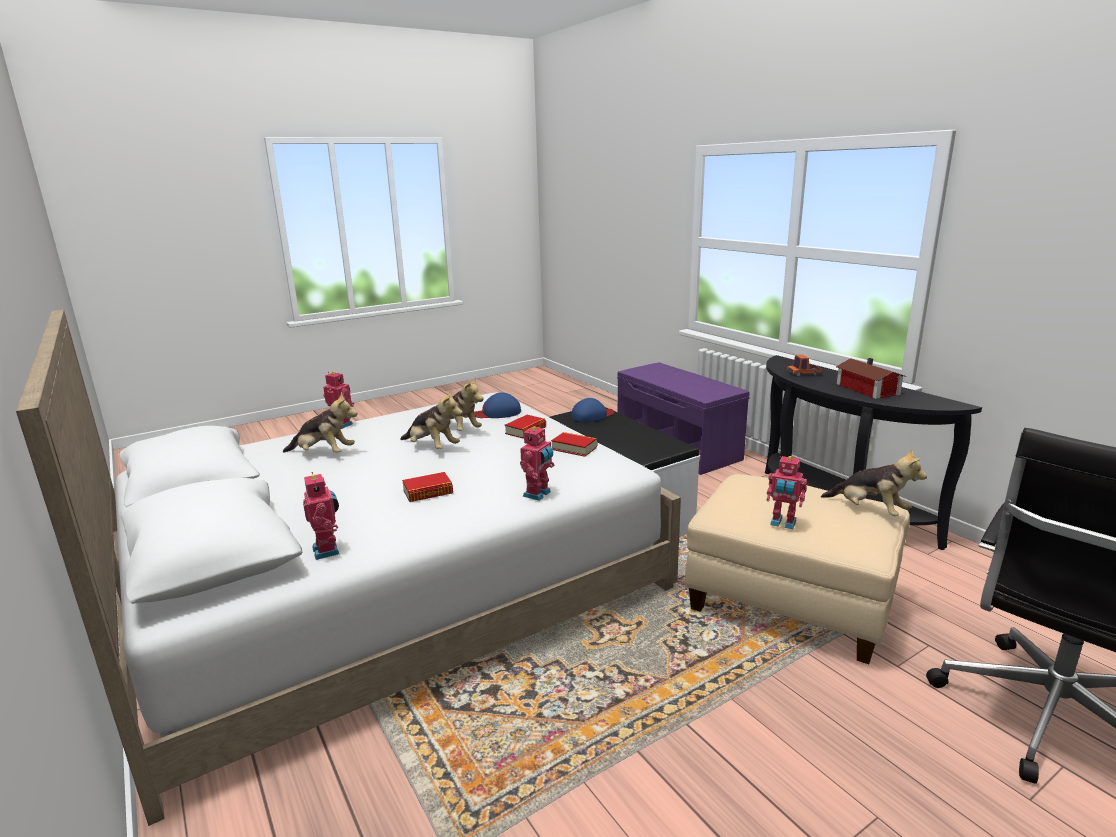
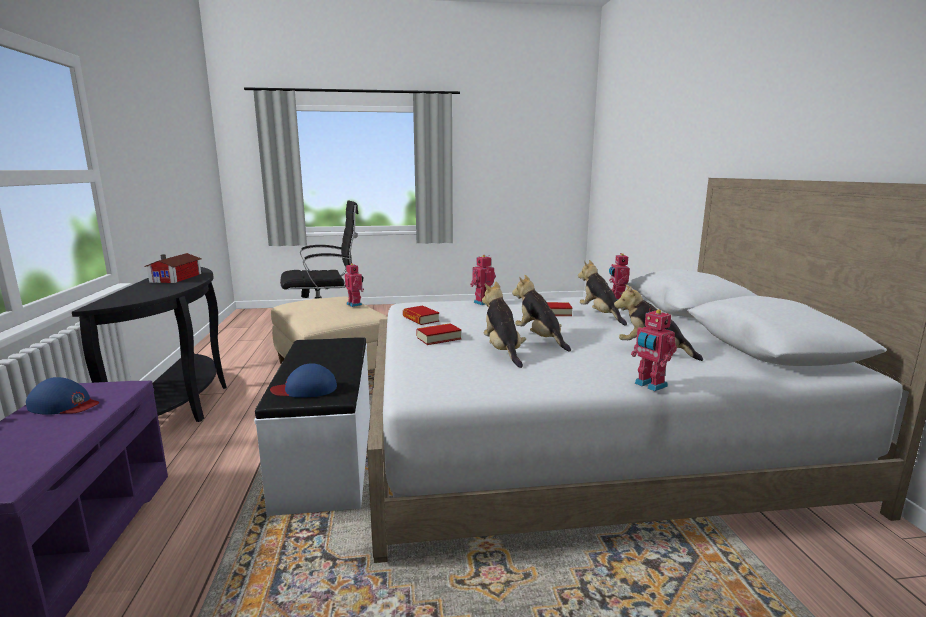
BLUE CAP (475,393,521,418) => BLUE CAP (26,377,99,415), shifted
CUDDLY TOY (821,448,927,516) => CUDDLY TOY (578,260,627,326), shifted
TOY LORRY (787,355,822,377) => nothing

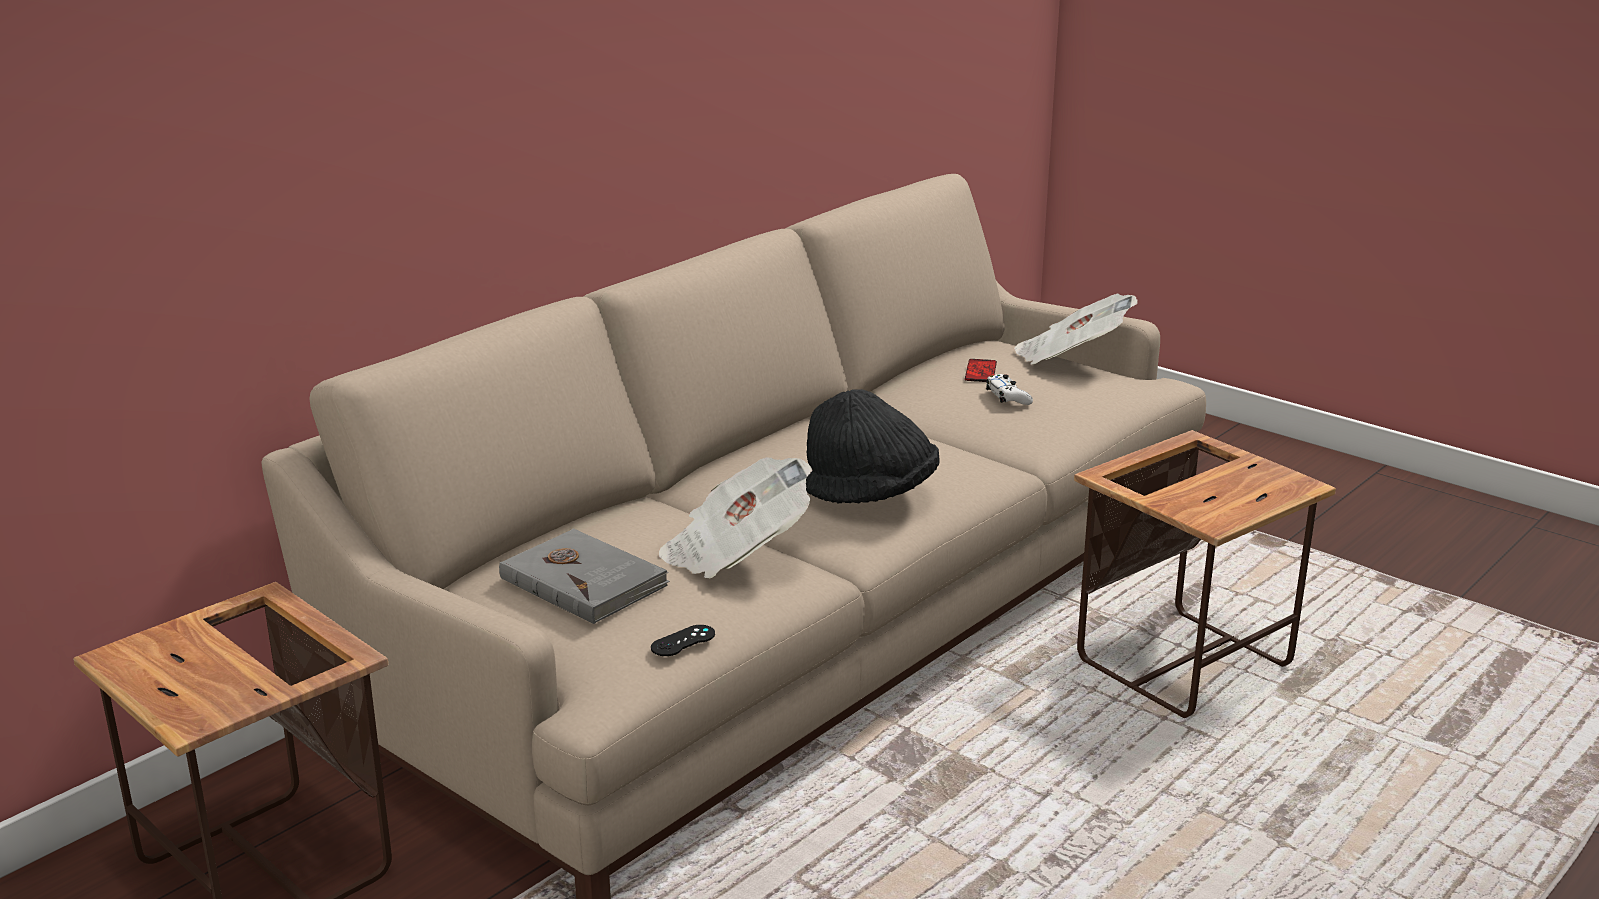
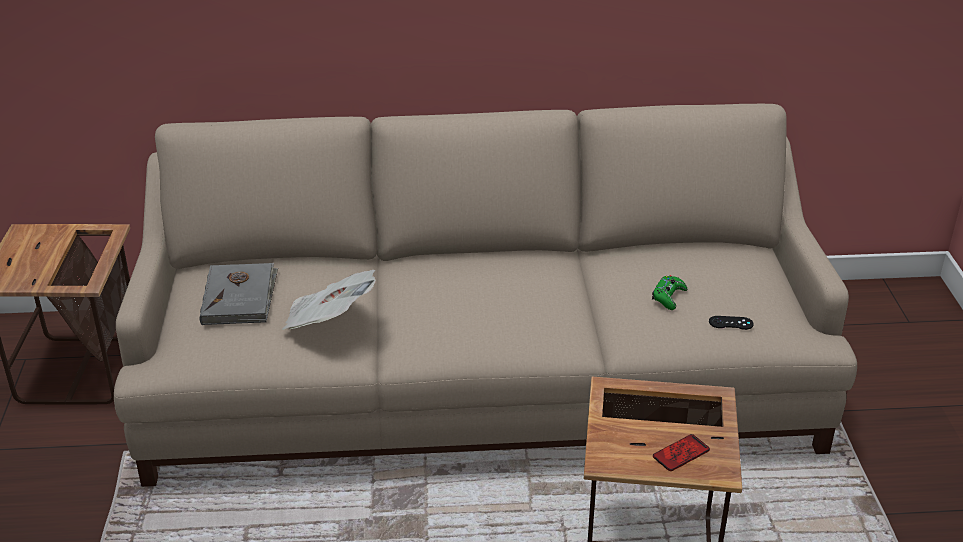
WHITE-COLOURED JOYPAD (986,374,1033,405) => GREENISH JOYPAD (652,275,687,310)
PHONE (965,359,997,382) => PHONE (653,434,710,471), shifted
BLACK JOYPAD (651,625,715,656) => BLACK JOYPAD (709,316,754,330), shifted
BLACK CLOTHING HAT (806,389,940,503) => nothing
PRINTED PAPER (1014,294,1138,365) => nothing

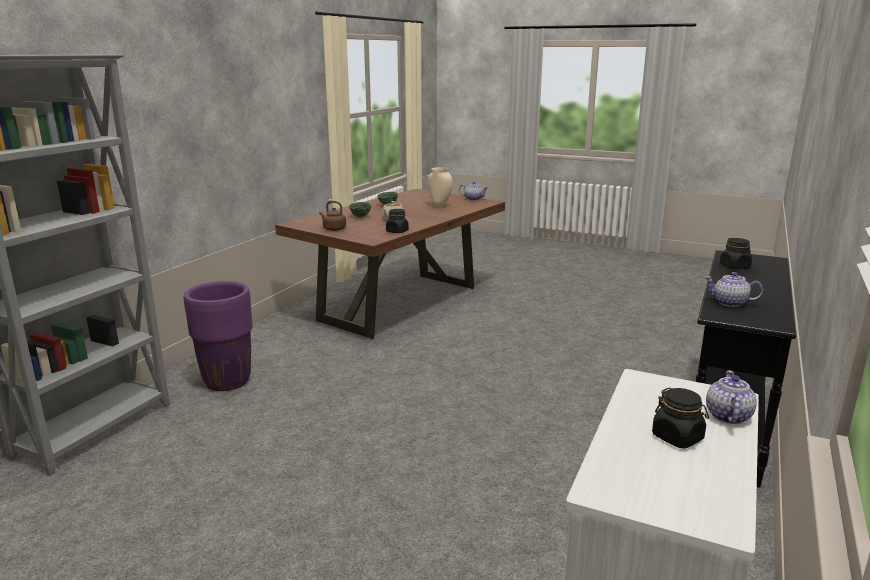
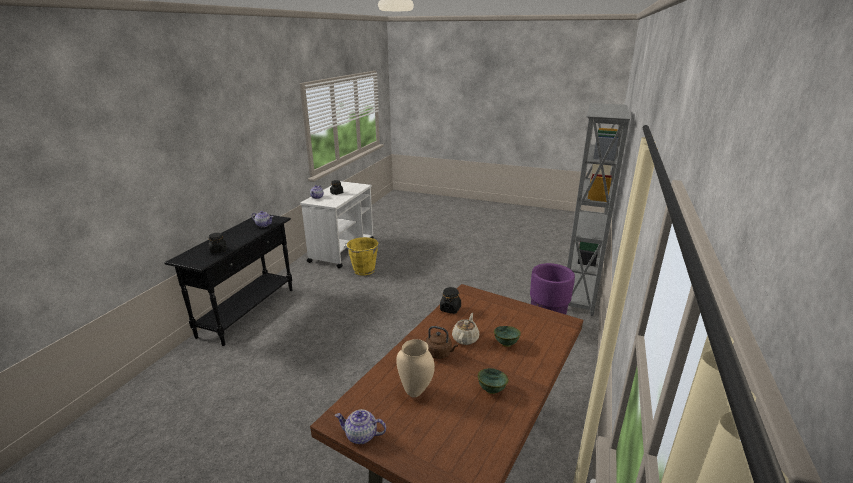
nothing => YELLOW PAIL (345,237,378,276)
BROWN KETTLE (319,201,346,231) => BROWN KETTLE (426,326,458,359), shifted

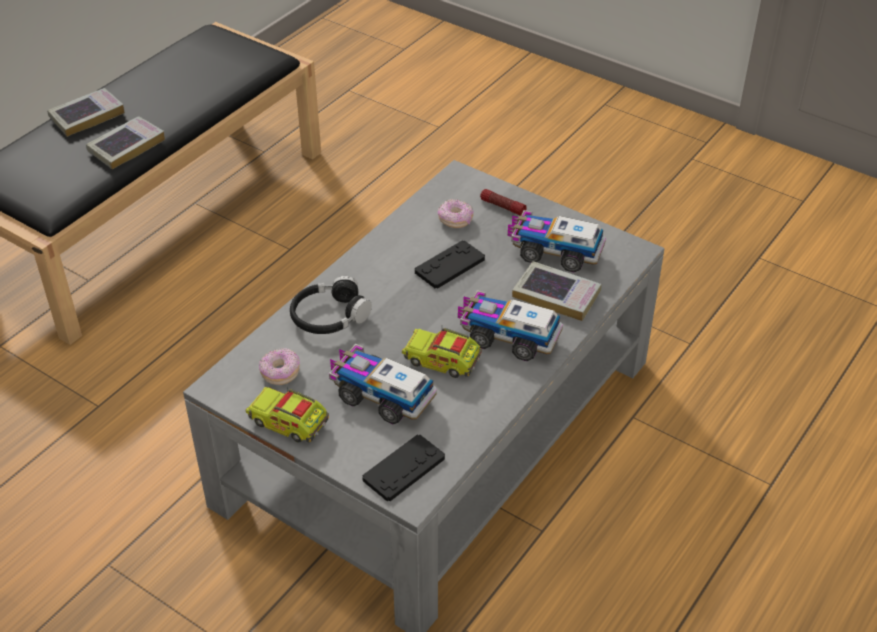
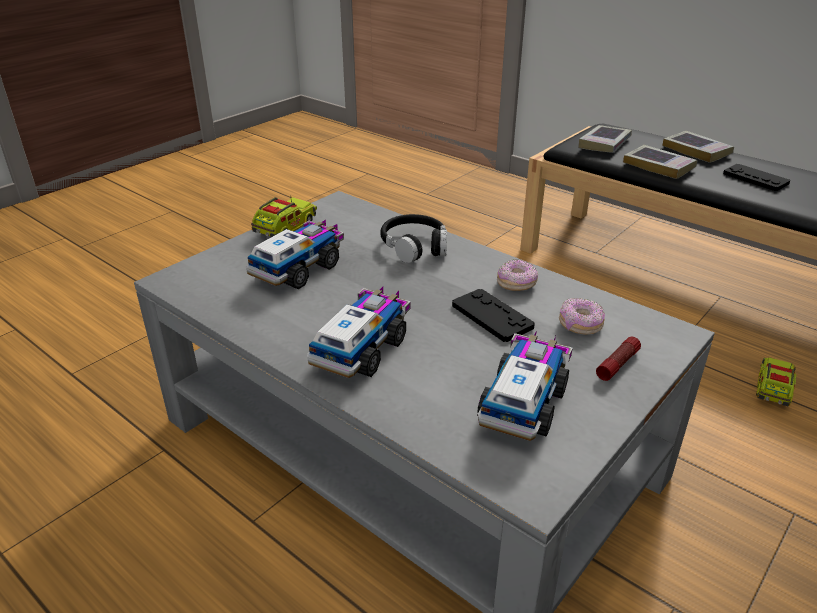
DOUGHNUT (259,348,300,385) => DOUGHNUT (497,259,538,291), shifted
VOLUME (512,261,602,321) => VOLUME (579,125,632,153), shifted
BLACK JOYPAD (362,435,445,501) => BLACK JOYPAD (723,164,790,191), shifted
TOY LORRY (402,328,482,378) => TOY LORRY (756,357,796,406), shifted

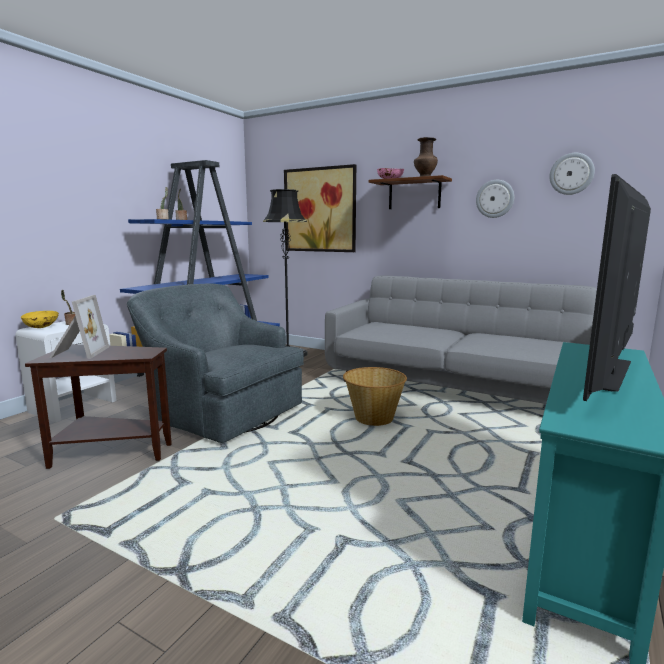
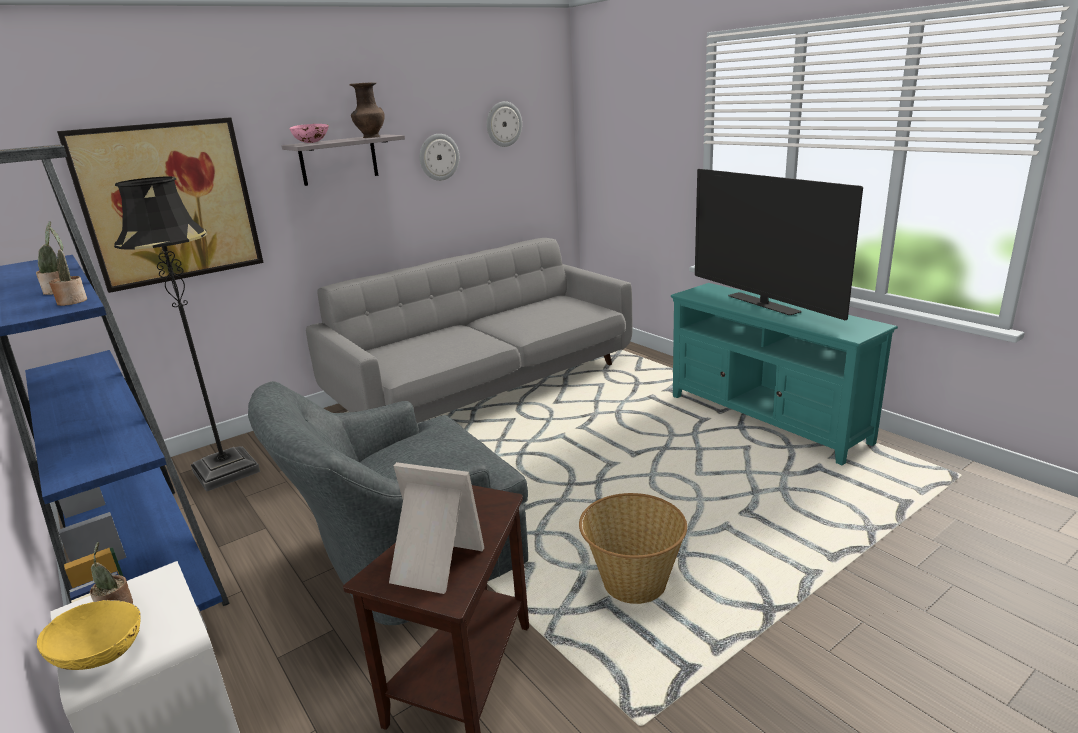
BROWN BRACKET SHELF (369,175,452,209) => GRAY BRACKET SHELF (281,134,405,186)
STORAGE BASKET (343,367,407,426) => STORAGE BASKET (579,493,687,604), shifted

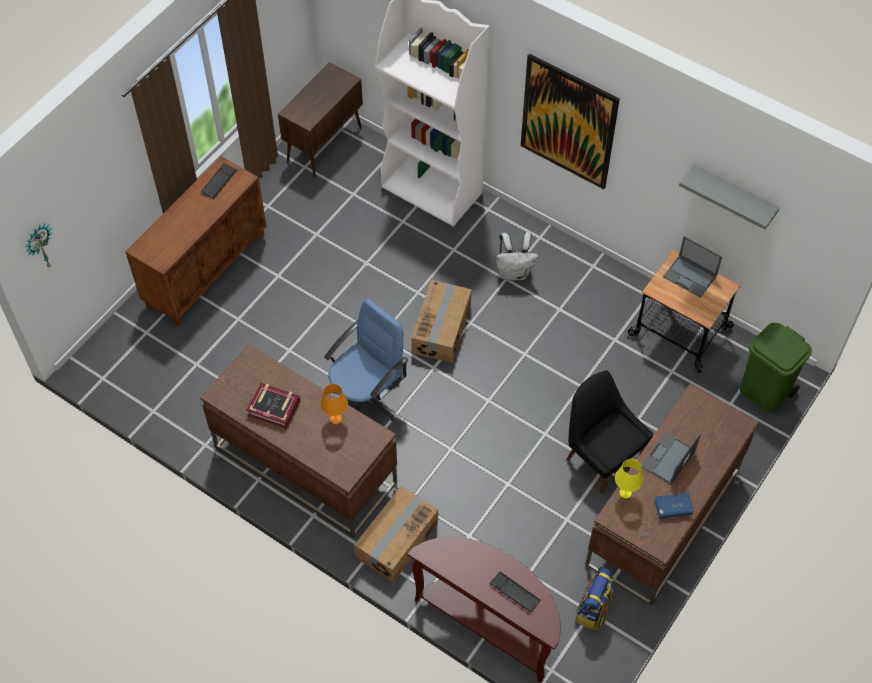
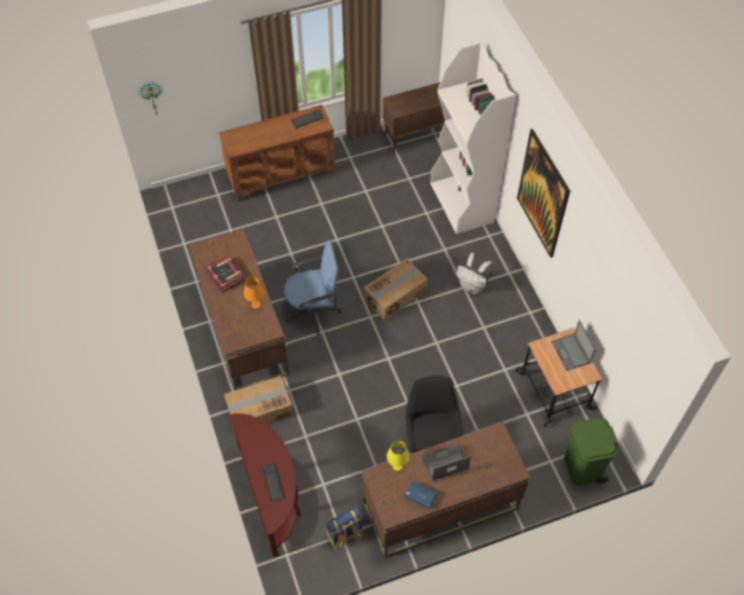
GRAY BRACKET SHELF (679,165,779,230) => nothing

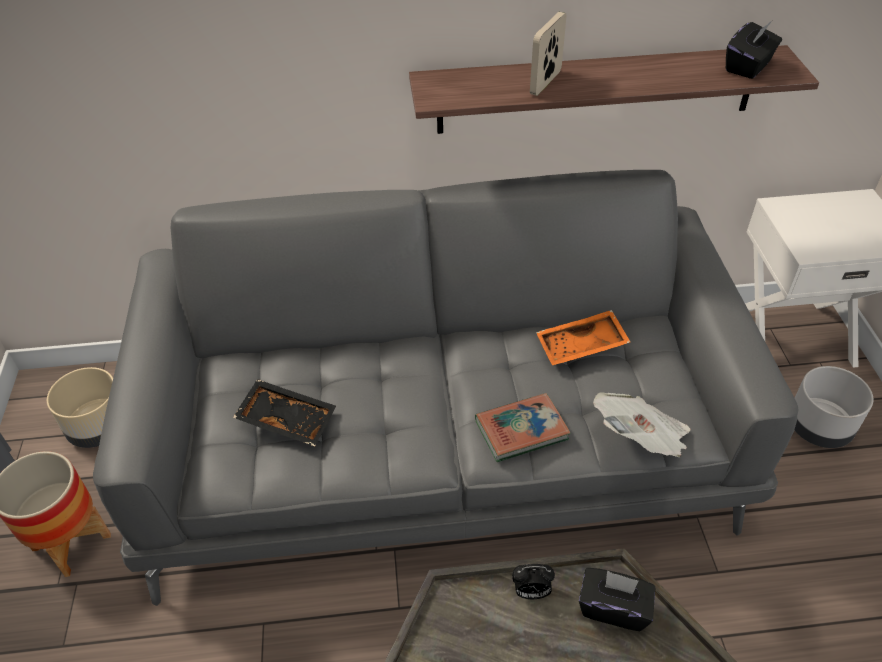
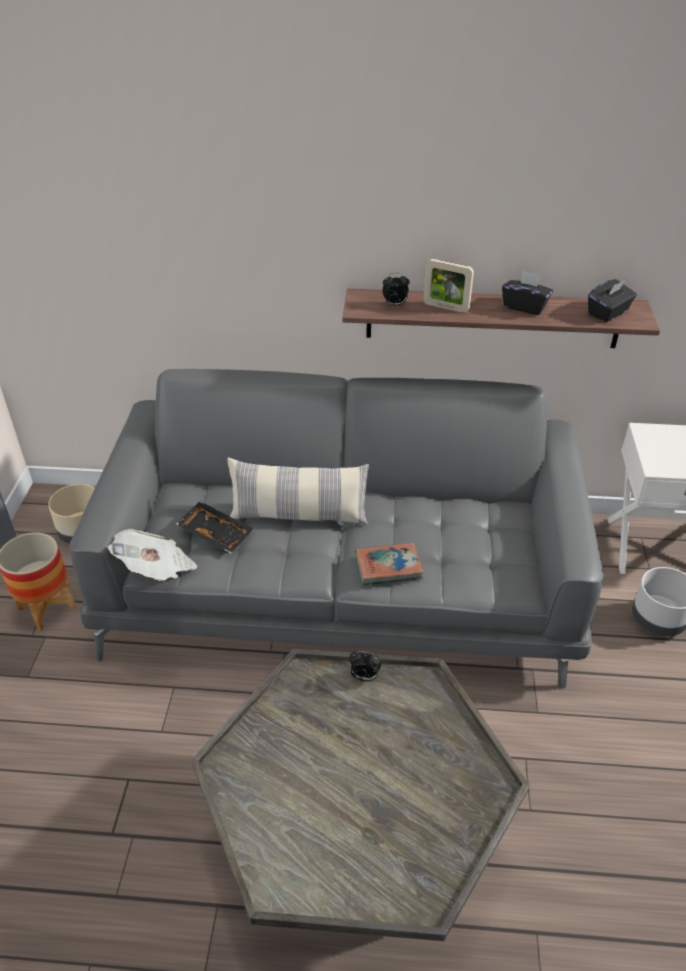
PRINTED PAPER (593,392,690,457) => PRINTED PAPER (107,529,198,581), shifted
nothing => CUSHION (227,457,369,525)
nothing => TABLE CLOCK (382,273,410,305)
PICTURE FRAME (530,12,567,96) => PICTURE FRAME (423,259,474,313), 105 degrees counterclockwise
BLACK BOX OF TISSUES (579,568,655,631) => BLACK BOX OF TISSUES (502,271,553,315), shifted
ORANGE-COLOURED TRAY (536,310,631,365) => nothing

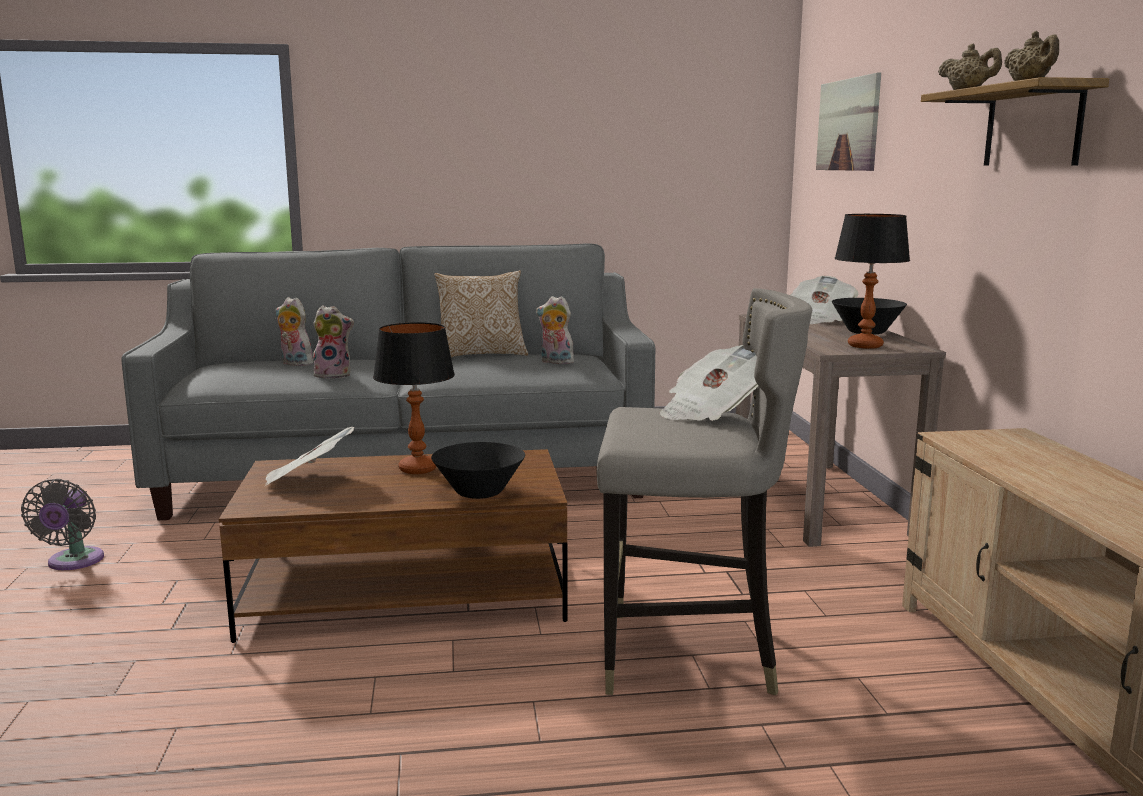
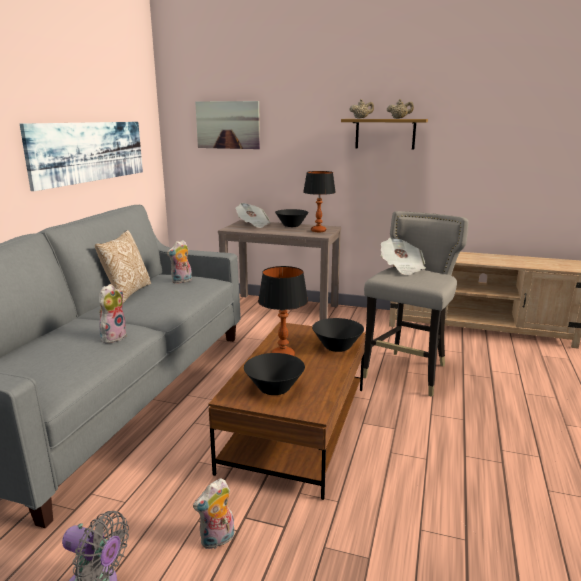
nothing => PICTURE (20,122,143,191)
CUDDLY TOY (275,297,313,366) => CUDDLY TOY (193,478,234,549), shifted
PRINTED PAPER (265,427,354,486) => BLACK BOWL (244,353,305,395)

